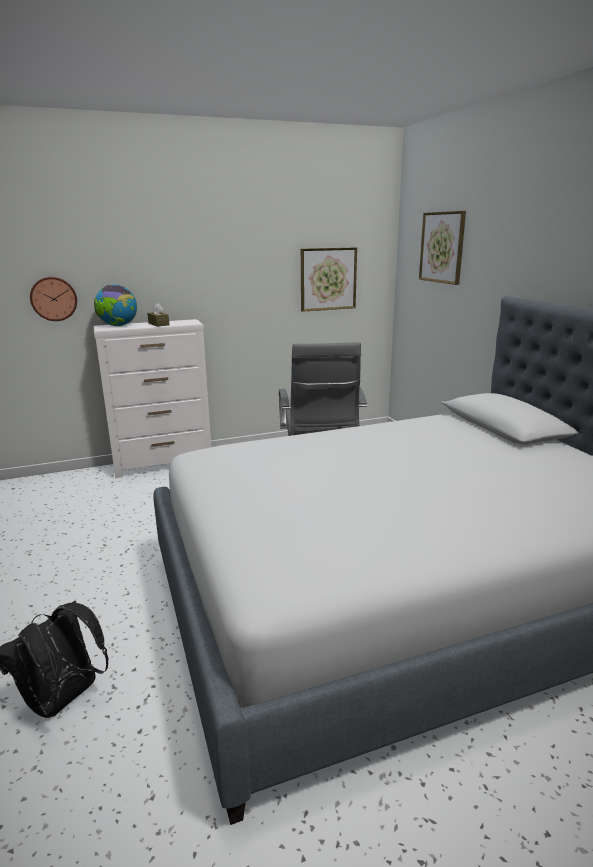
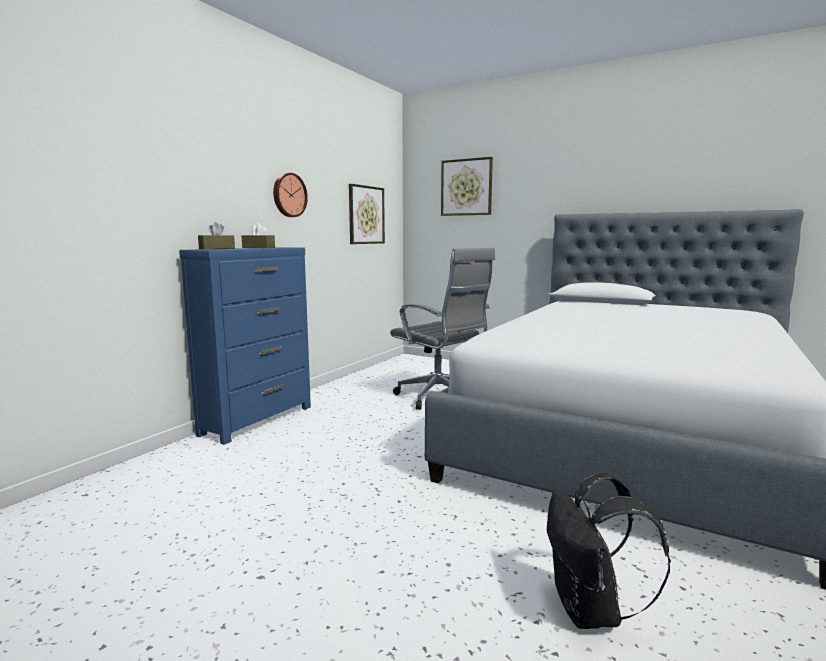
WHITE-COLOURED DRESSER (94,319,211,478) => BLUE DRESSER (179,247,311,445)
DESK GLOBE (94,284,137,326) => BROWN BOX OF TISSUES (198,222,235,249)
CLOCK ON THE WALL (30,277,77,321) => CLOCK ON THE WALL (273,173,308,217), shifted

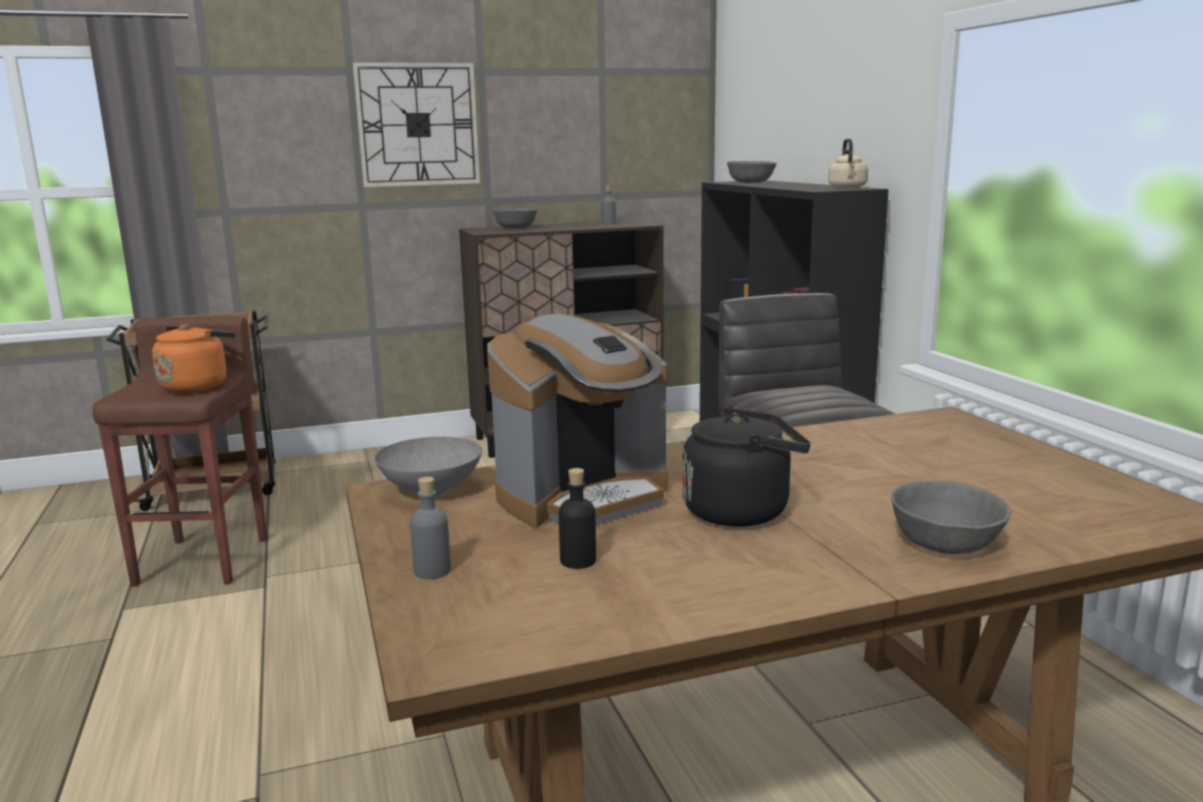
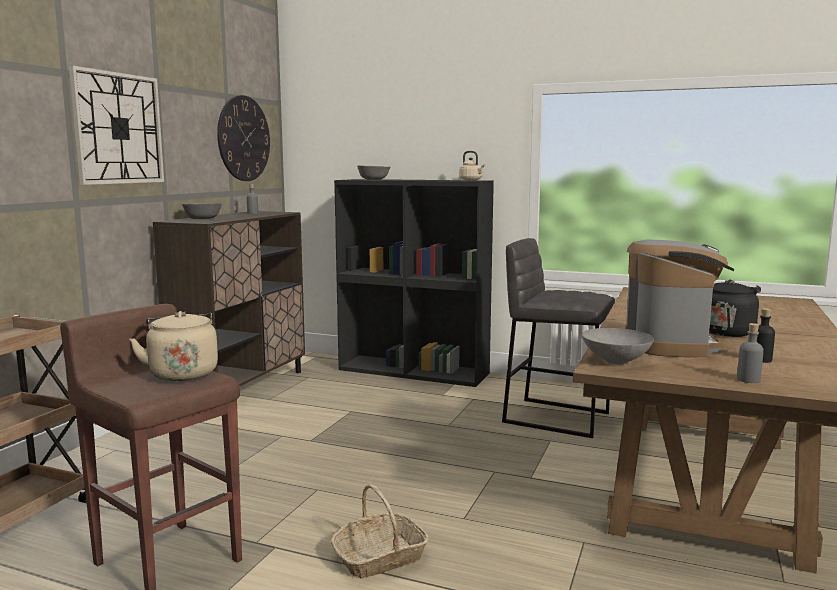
ORANGE-COLOURED KETTLE (152,324,236,393) => SAND-COLOURED KETTLE (129,311,218,381)
nothing => CLOCK ON THE WALL (217,95,270,181)
nothing => STORAGE BASKET (330,484,429,579)
GRAY BOWL (891,481,1011,554) => nothing

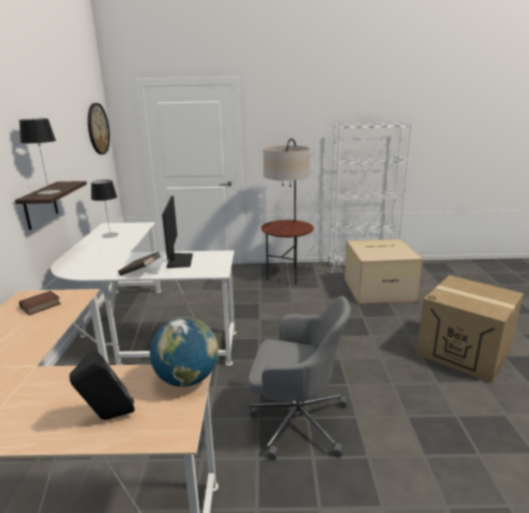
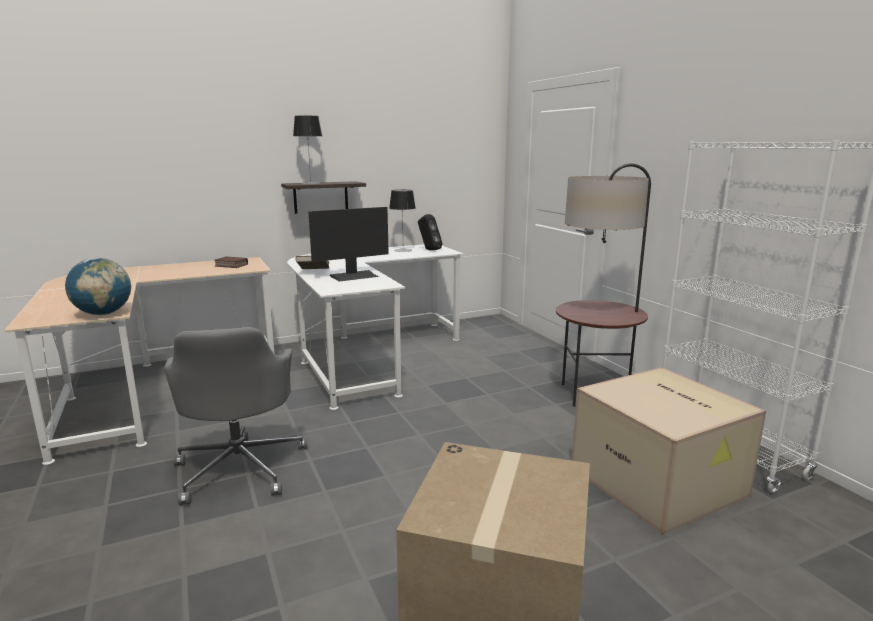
BLACK AUDIO SPEAKER (69,351,135,420) => BLACK AUDIO SPEAKER (418,214,443,250), shifted
CLOCK ON THE WALL (88,103,110,155) => nothing

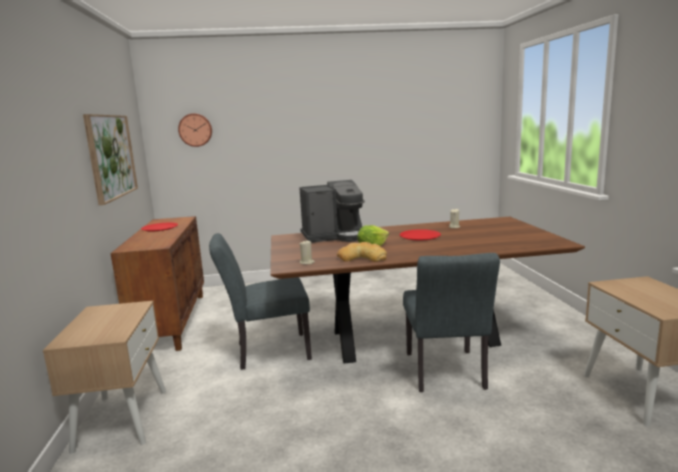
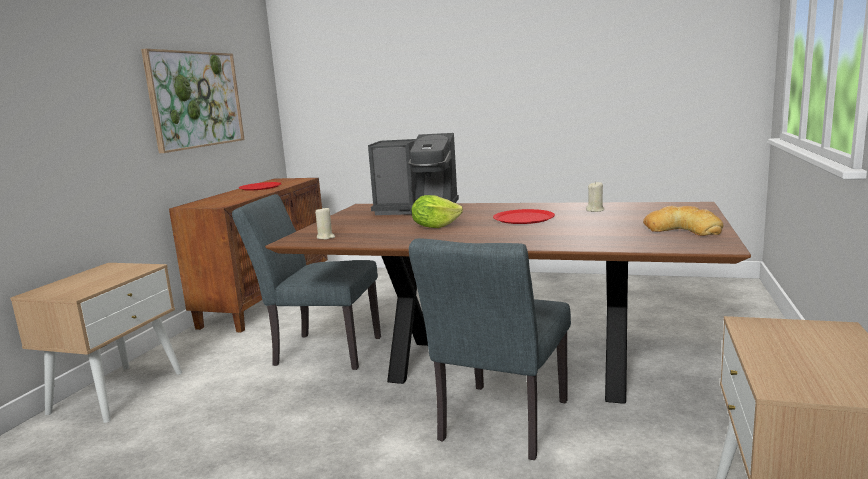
BAKERY BREAD (337,242,387,262) => BAKERY BREAD (643,206,723,236), shifted
CLOCK ON THE WALL (178,113,212,147) => nothing

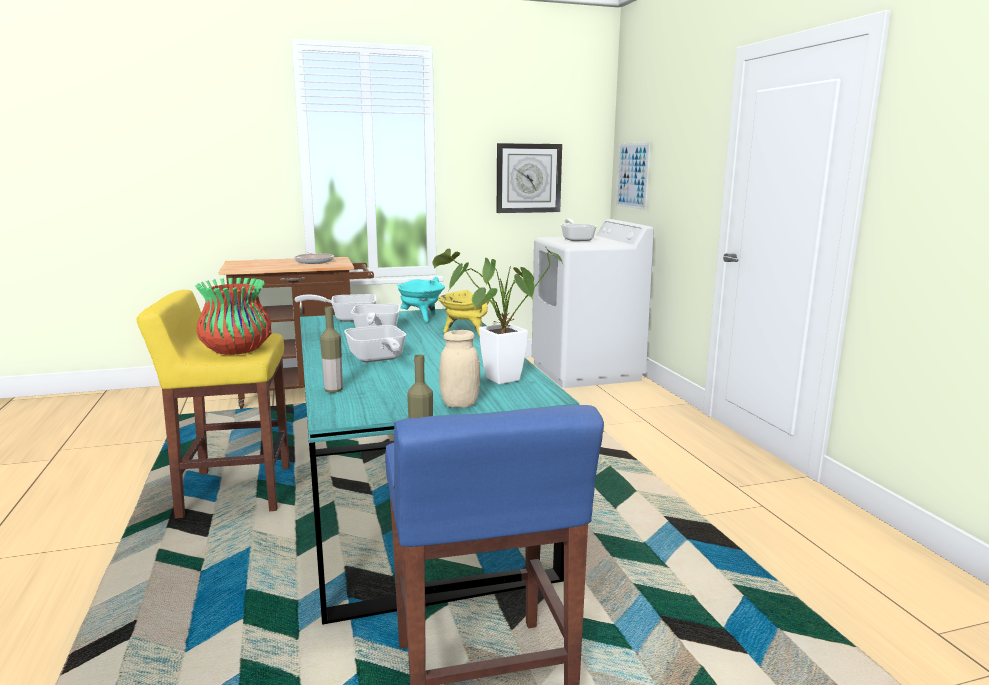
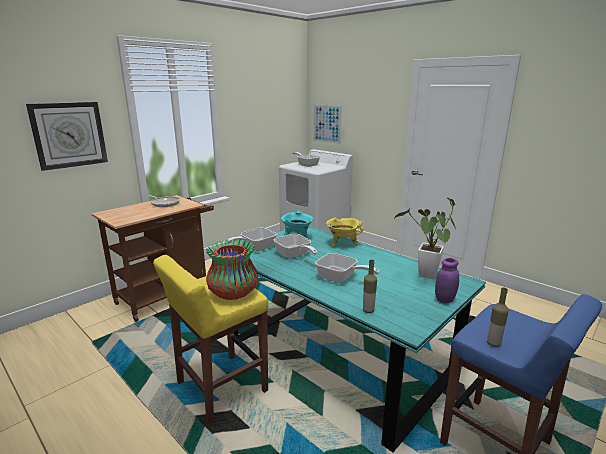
CLOCK ON THE WALL (497,143,562,213) => CLOCK ON THE WALL (26,102,108,171), shifted
SAND-COLOURED PRESERVE JAR (439,330,480,408) => PURPLE PRESERVE JAR (435,258,459,304)

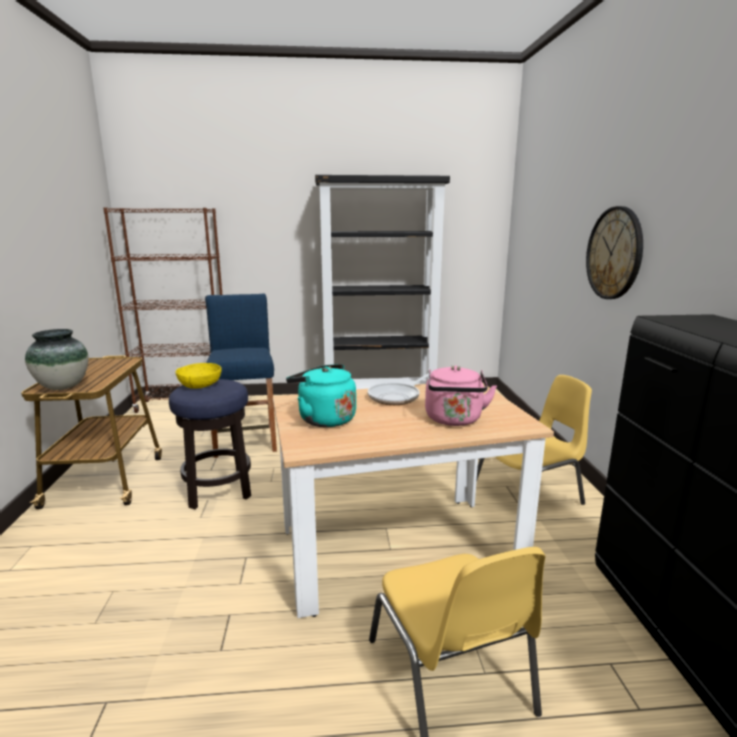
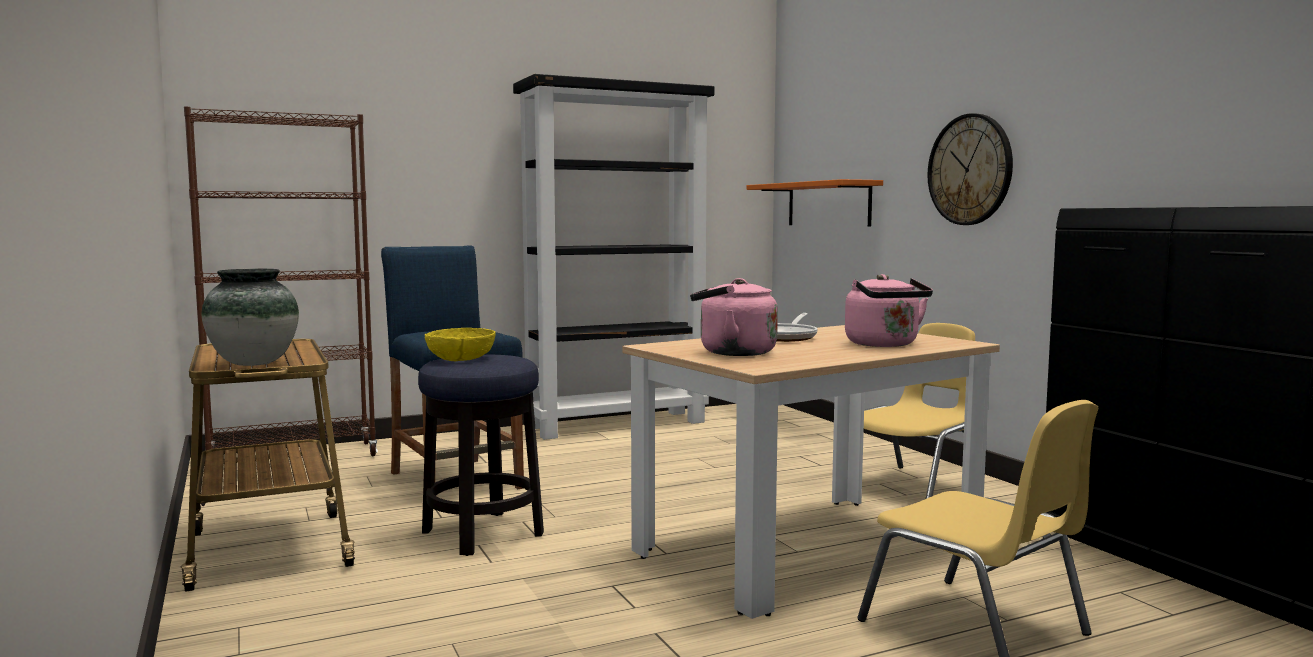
BLUE-GREEN KETTLE (286,364,356,427) => PINK-COLOURED KETTLE (690,278,778,356)
nothing => ORANGE-COLOURED BRACKET SHELF (747,179,883,227)

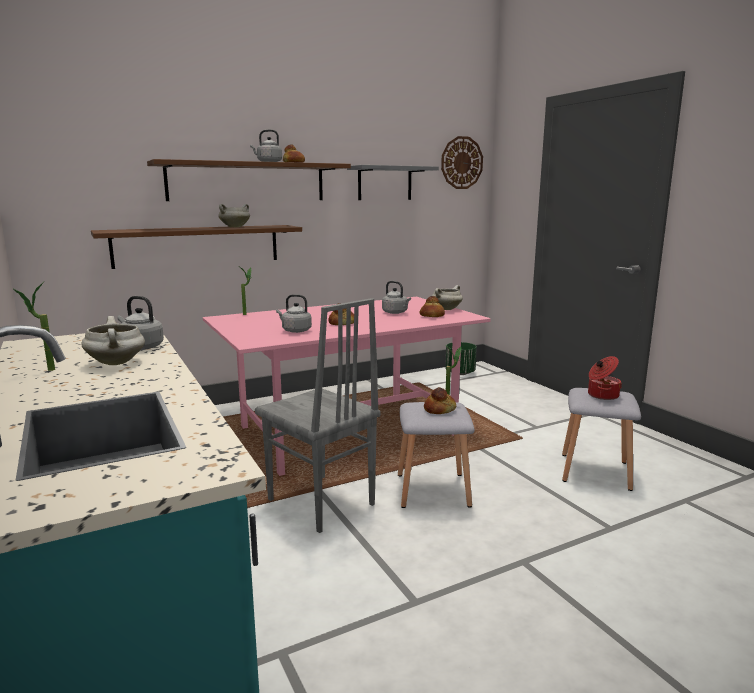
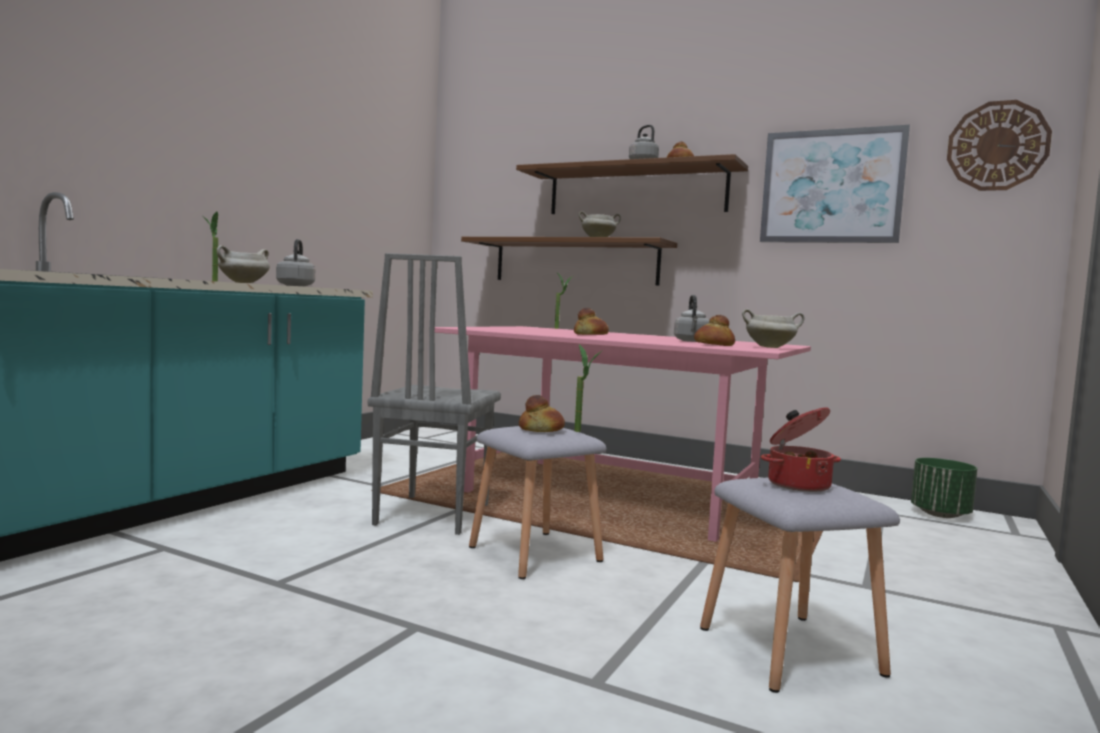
GRAY BRACKET SHELF (347,165,439,200) => PICTURE (760,125,910,243)
GRAY KETTLE (276,294,312,333) => nothing

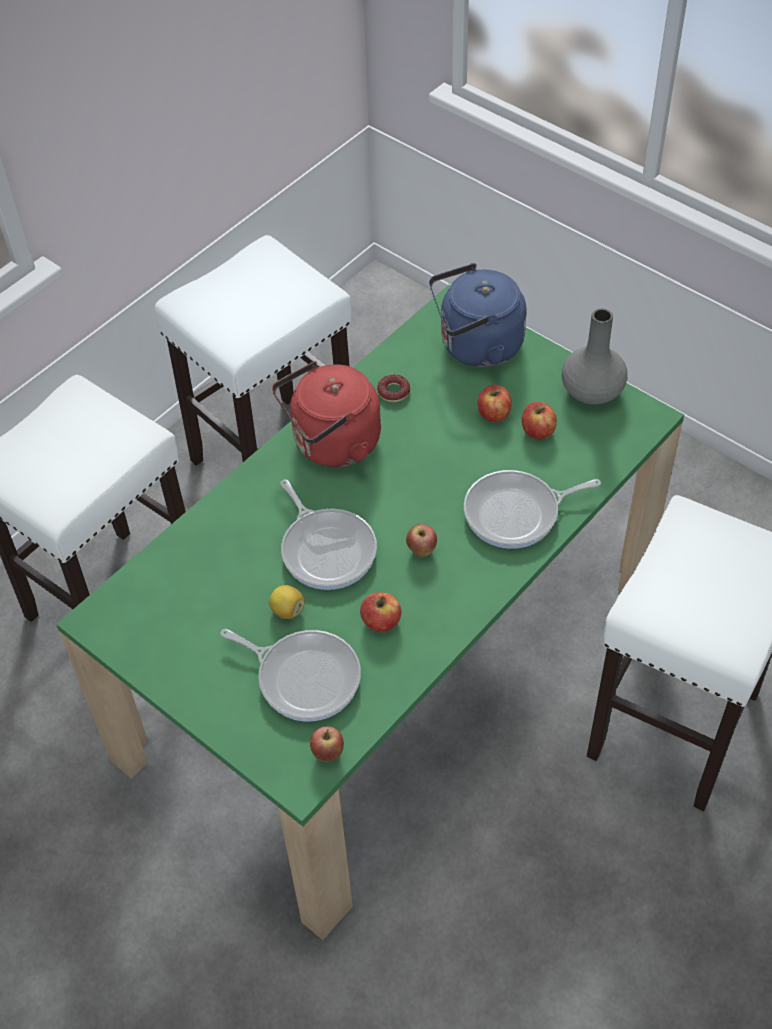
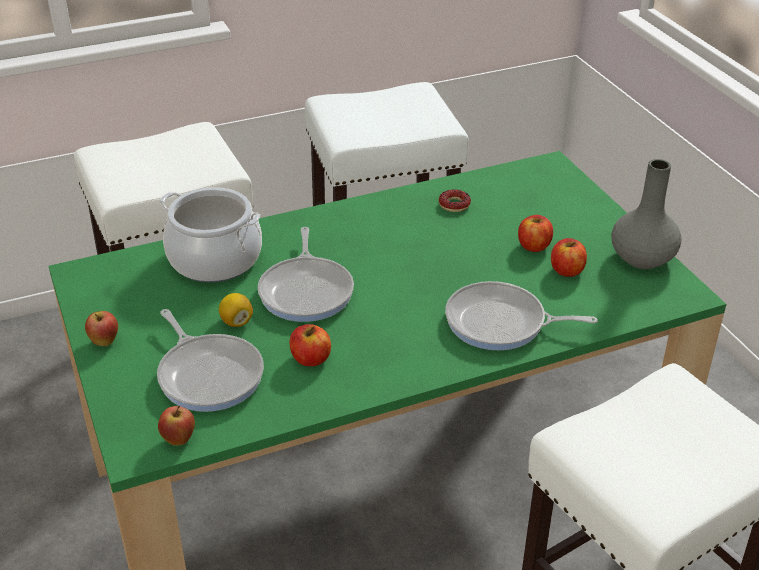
WHOLE APPLE (406,524,437,557) => WHOLE APPLE (85,311,118,346), shifted
nothing => STOCKPOT (159,187,262,283)
RED KETTLE (272,361,381,467) => nothing
BLUE KETTLE (429,263,527,367) => nothing

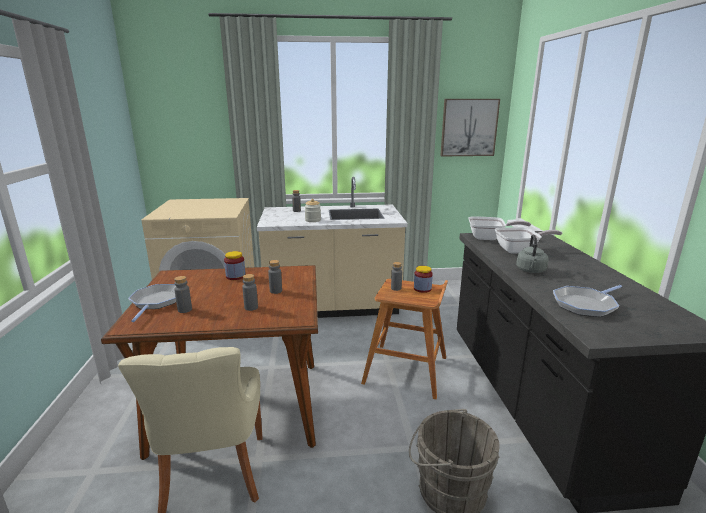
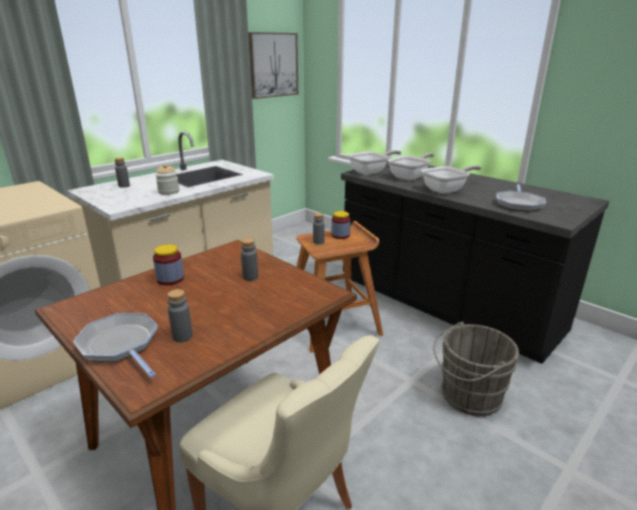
GRAY KETTLE (516,235,549,273) => FRYING PAN (421,165,481,194)
GRAY BEVERAGE BOTTLE (242,274,258,311) => nothing

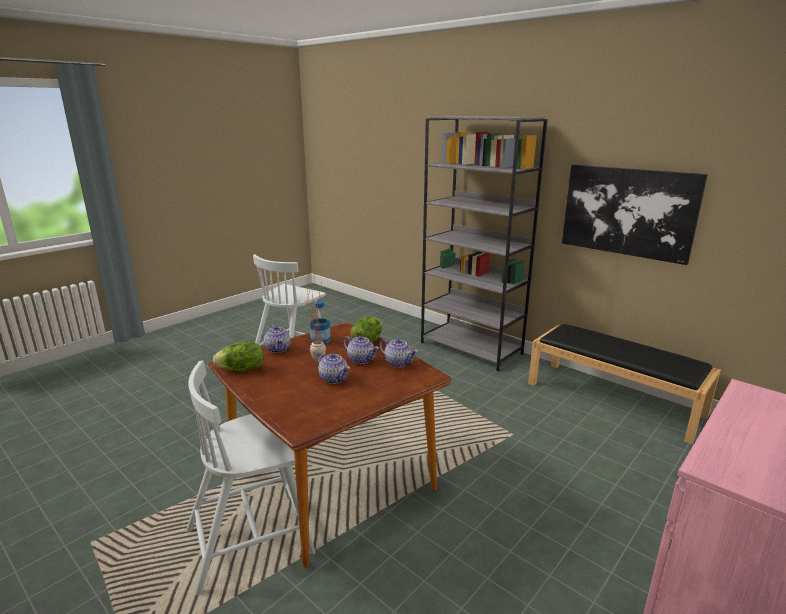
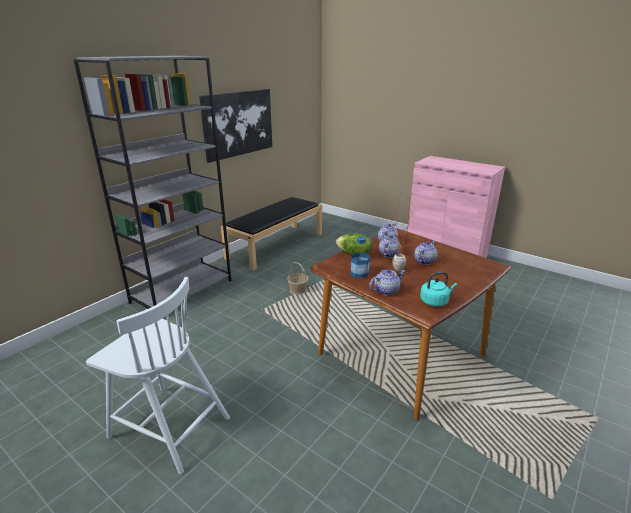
nothing => STORAGE BASKET (287,262,309,294)
LETTUCE HEAD (213,342,264,371) => BLUE-GREEN KETTLE (420,272,457,307)
WHITE-COLOURED CHAIR (186,361,316,595) => nothing

